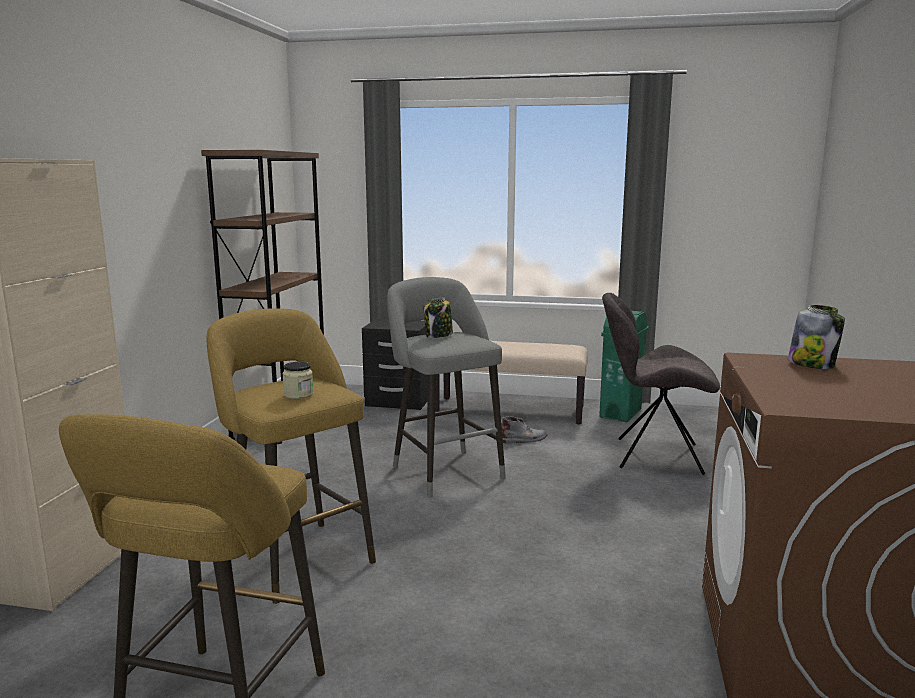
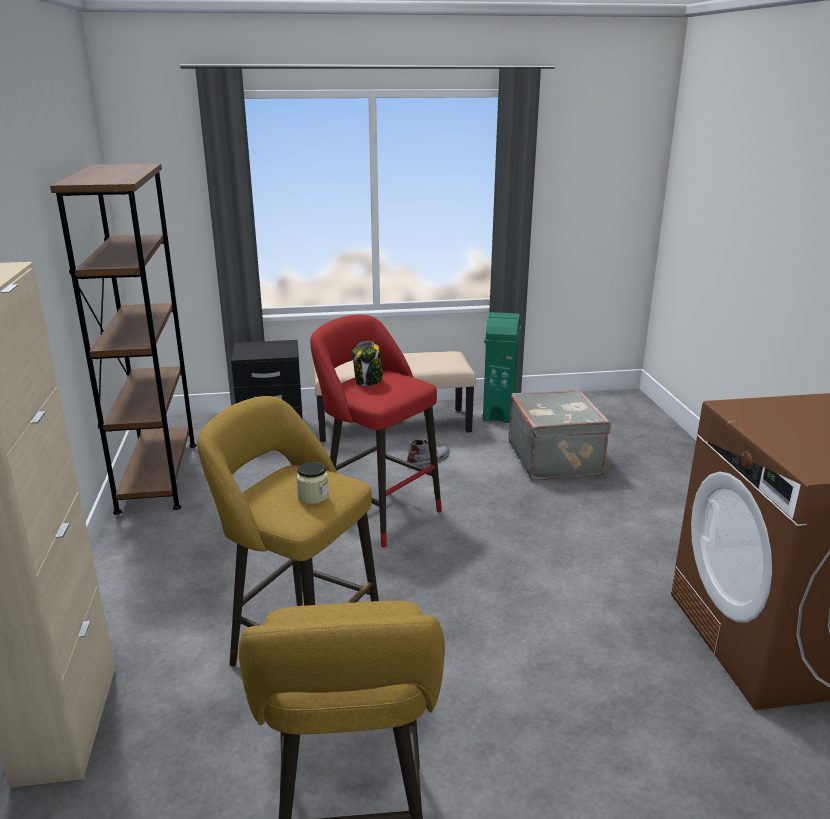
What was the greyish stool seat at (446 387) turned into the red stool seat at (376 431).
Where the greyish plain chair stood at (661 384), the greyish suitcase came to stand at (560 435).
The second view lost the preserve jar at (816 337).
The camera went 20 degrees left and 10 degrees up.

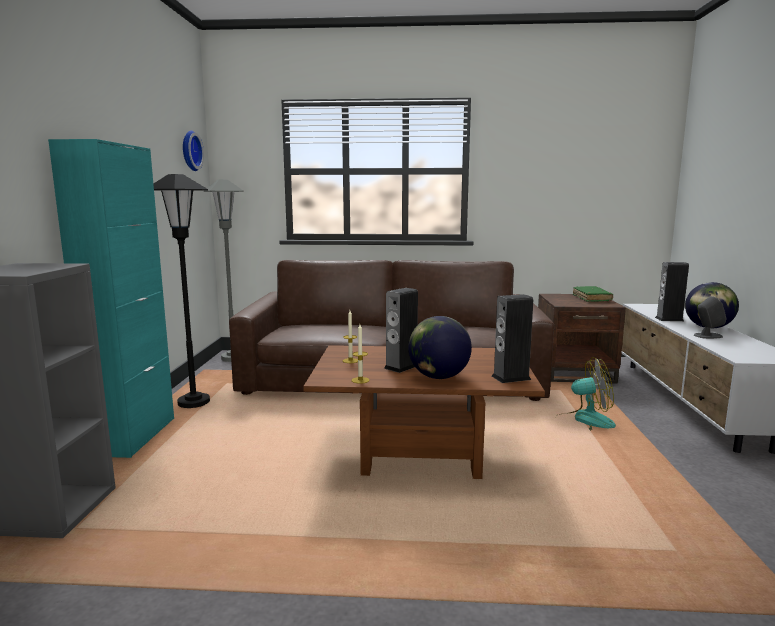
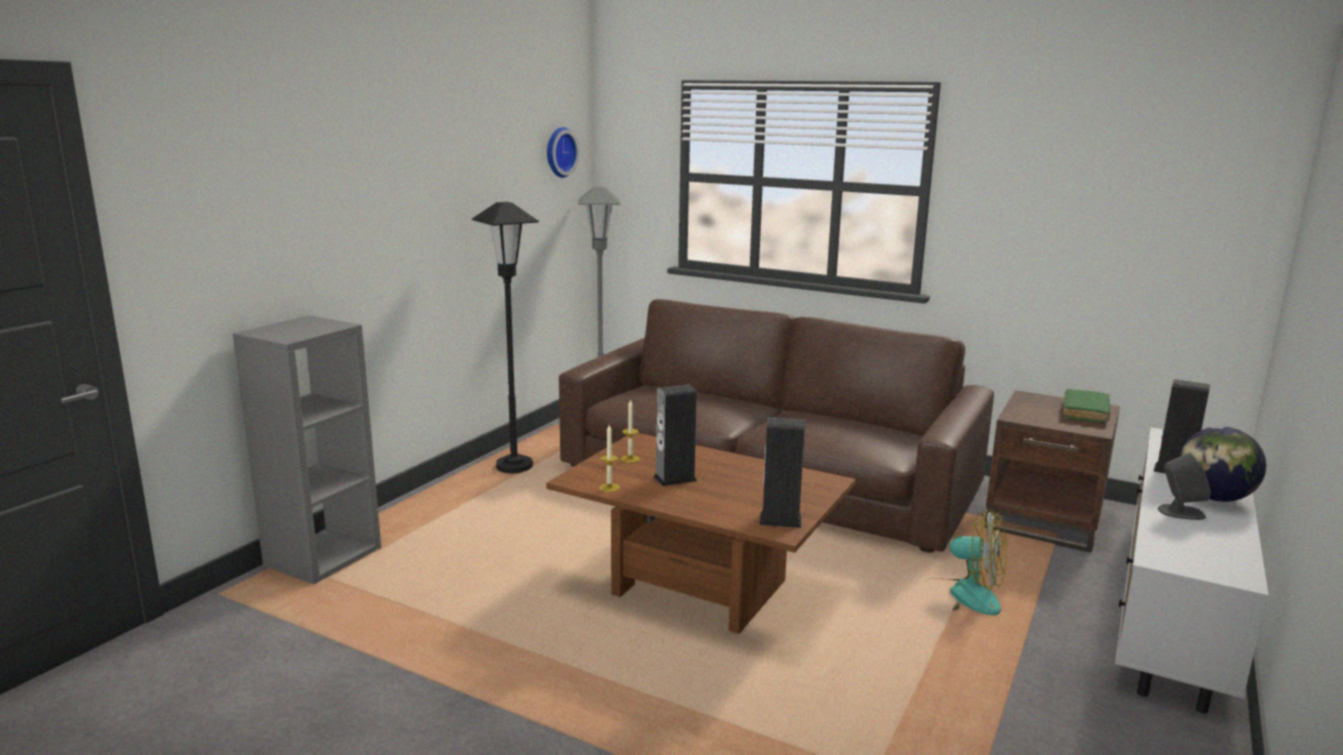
The second view lost the blue-green cabinet at (111 298).
The second view lost the world globe at (440 347).
The camera went 25 degrees right and 5 degrees up.

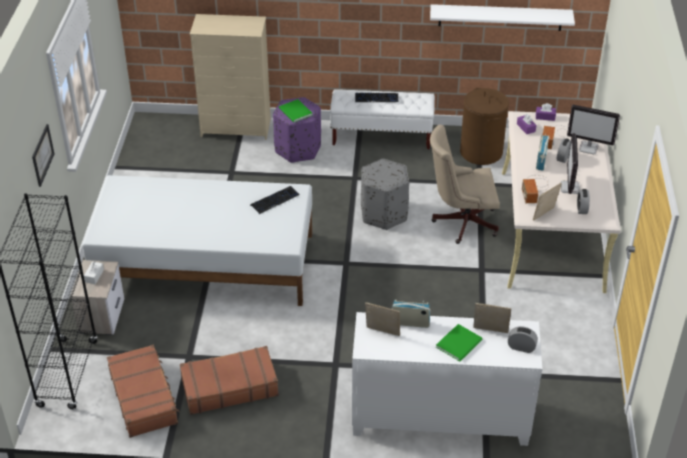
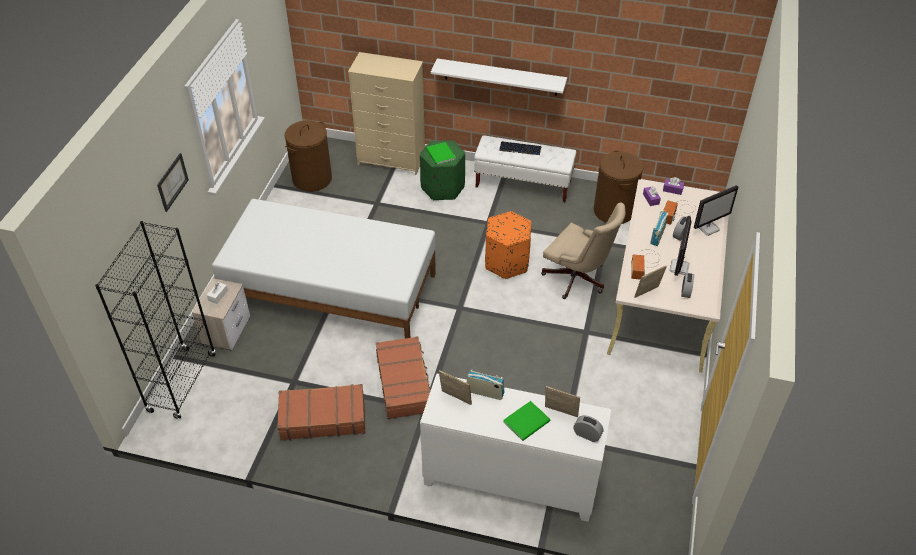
The brown-coloured suitcase ended up elsewhere, having gone from (143 391) to (403 377).
The second view lost the computer keyboard at (274 200).
What was the purplish pouffe at (297 130) turned into the greenish pouffe at (442 170).
What was the greyish pouffe at (385 194) turned into the orange pouffe at (508 245).
The whitish wall shelf ended up elsewhere, having gone from (502 17) to (499 77).
The sand-coloured computer chair at (465 184) ended up facing another way, 150 degrees counterclockwise from before.
The computer display at (593 129) ended up facing another way, 60 degrees counterclockwise from before.
The second view gained the brown-coloured laundry basket at (308 156).
The camera went 10 degrees right and 5 degrees up.

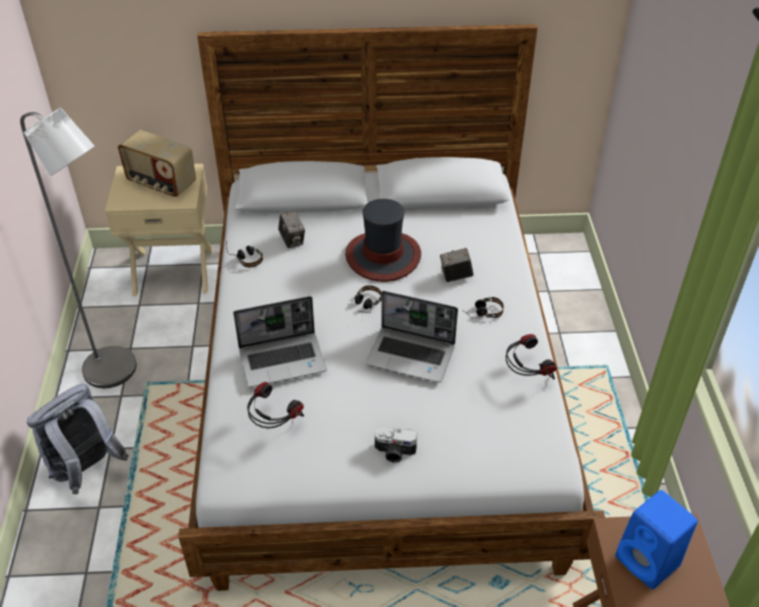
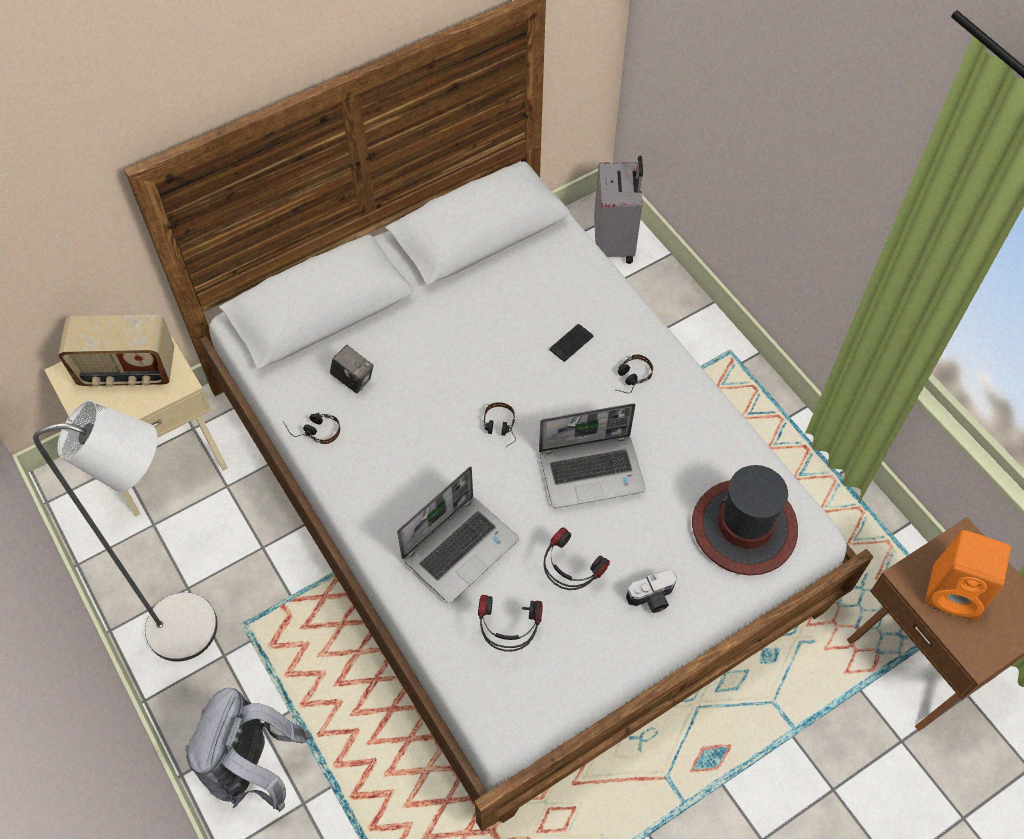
The clothing hat ended up elsewhere, having gone from (383 240) to (745 520).
Where the photo camera stood at (456 265), the telephone came to stand at (571 343).
The headset ended up elsewhere, having gone from (531 356) to (576 558).
What was the blue-coloured speaker at (656 539) turned into the orange speaker at (968 575).
The second view gained the greyish suitcase at (618 210).
The camera went 30 degrees left and 15 degrees up.

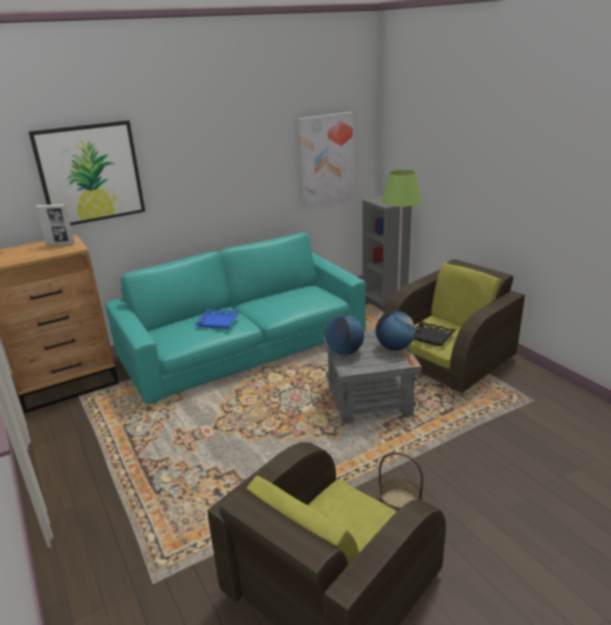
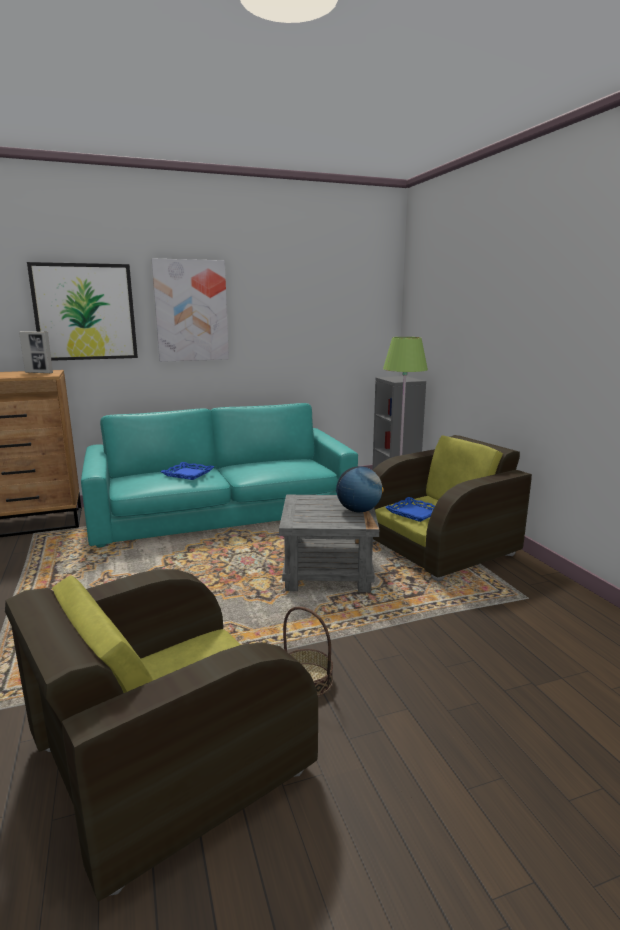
The picture ended up elsewhere, having gone from (325 159) to (190 310).
The second view lost the world globe at (344 335).
What was the black carrying tray at (434 333) turned into the blue-coloured carrying tray at (410 509).
The camera went 10 degrees right and 10 degrees down.

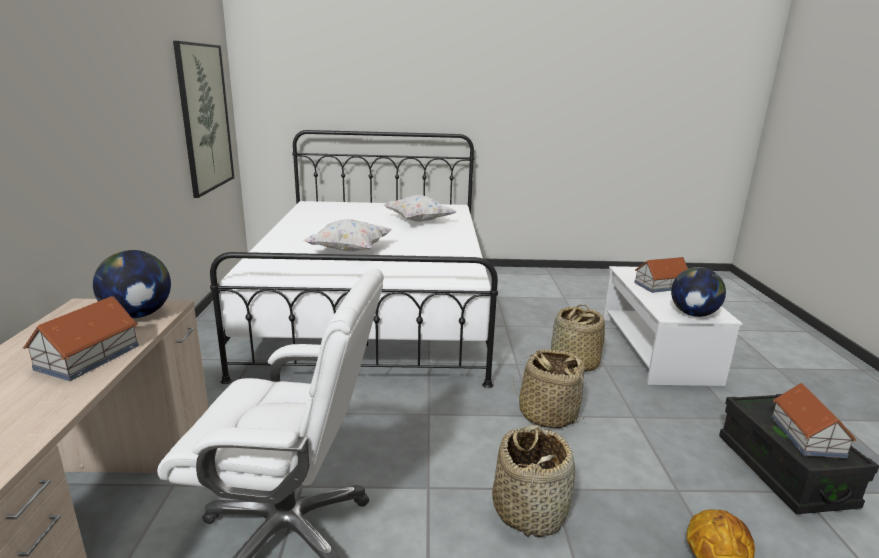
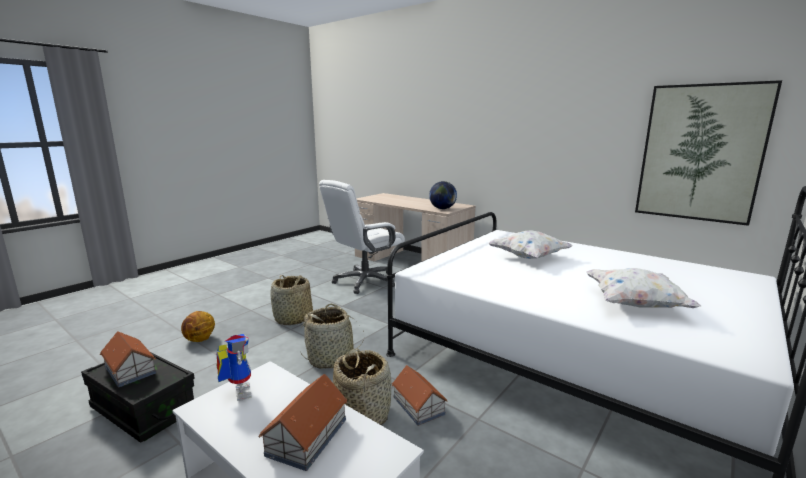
The toy house ended up elsewhere, having gone from (81 338) to (419 395).
Where the world globe stood at (698 292), the robot figure came to stand at (234 367).
The camera went 130 degrees right and 5 degrees down.

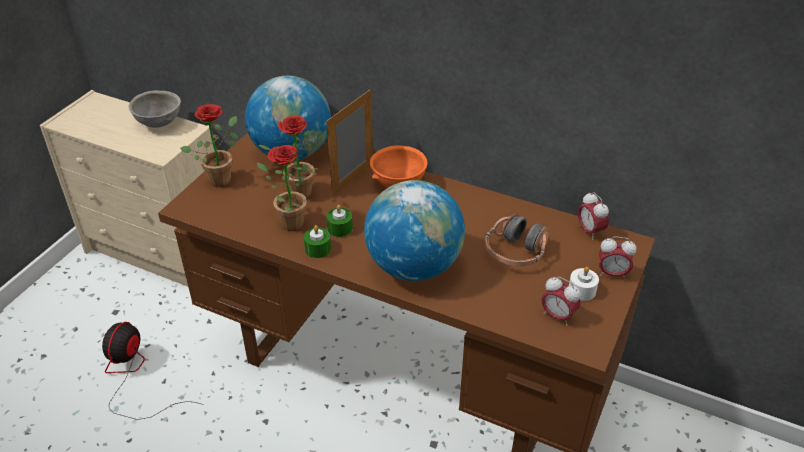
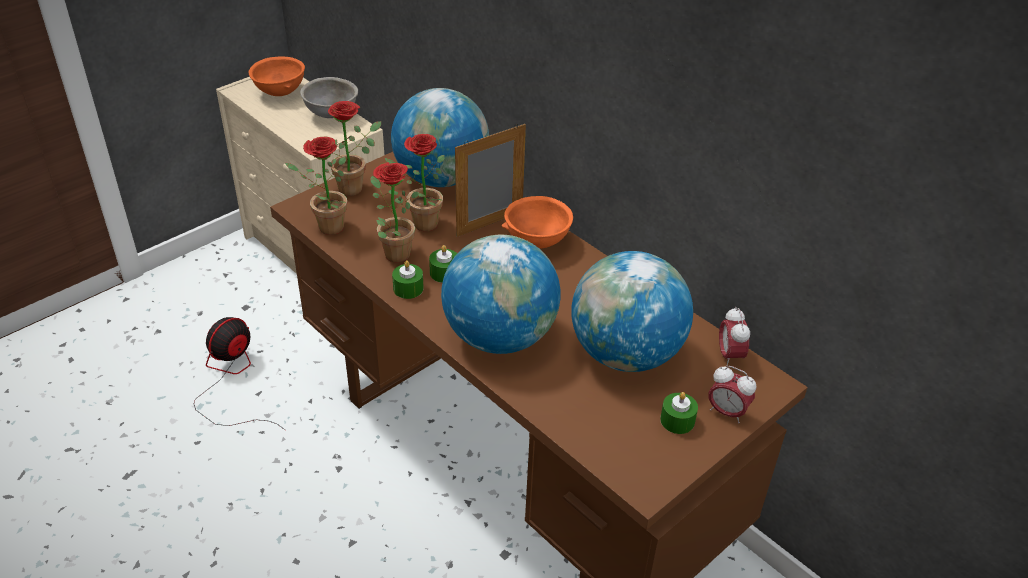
Where the headset stood at (517 239), the world globe came to stand at (632 311).
The second view lost the alarm clock at (561 301).
What was the whitish wax light at (584 284) turned into the greenish wax light at (679 413).
The second view gained the orange deep dish at (277 76).
The second view gained the plant in a pot at (316 186).
The camera went 20 degrees right and 0 degrees up.

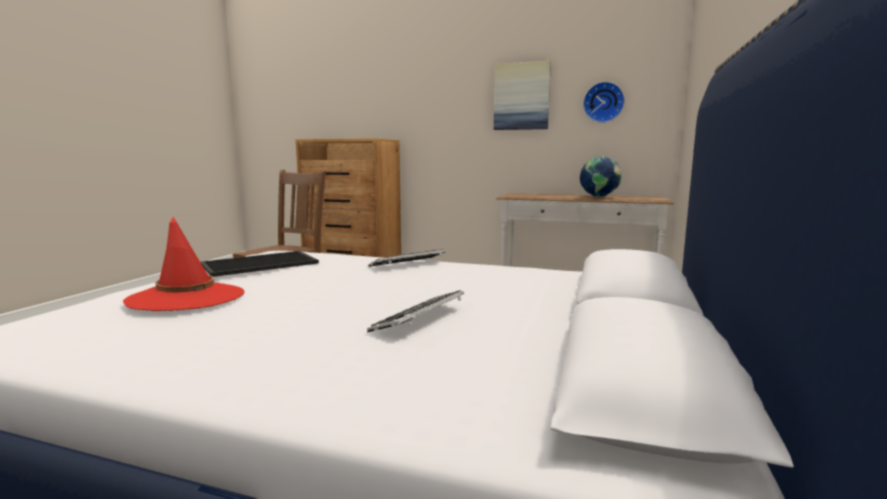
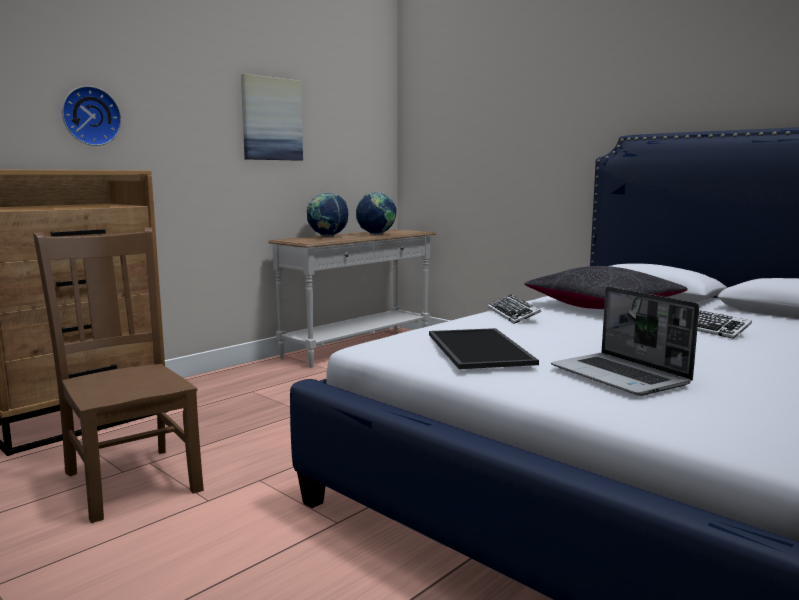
Where the red clothing hat stood at (184 264), the laptop came to stand at (625 341).
The wall clock ended up elsewhere, having gone from (604 102) to (92 116).
The second view gained the world globe at (327 214).
The second view gained the black throw pillow at (606 287).
The camera went 65 degrees left and 0 degrees up.

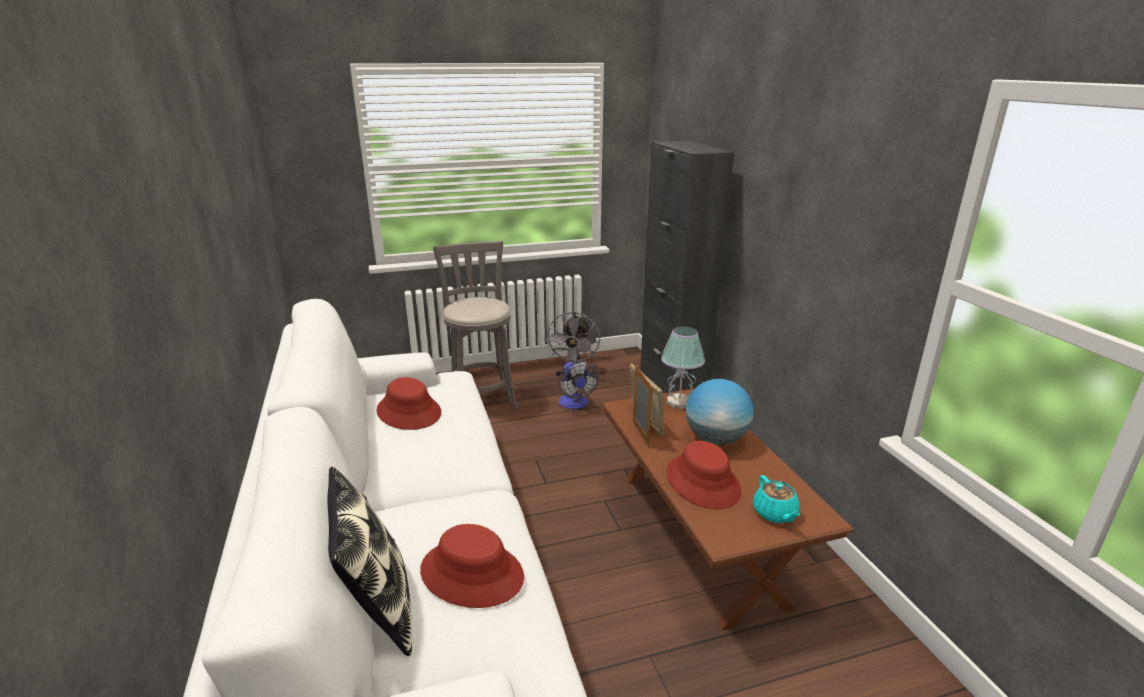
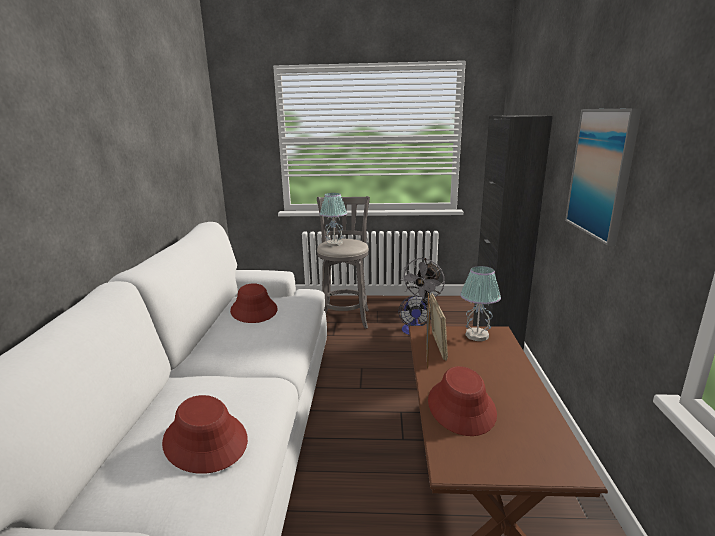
The second view lost the throw pillow at (369 561).
The second view lost the world globe at (719 412).
The second view lost the blue-green pot for tea at (776 499).
The second view gained the lamp for a table at (333 219).
The second view gained the picture at (603 177).
The camera went 20 degrees right and 5 degrees down.

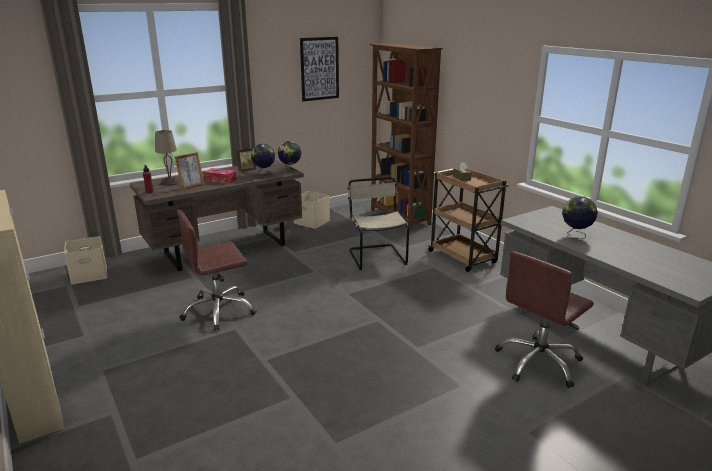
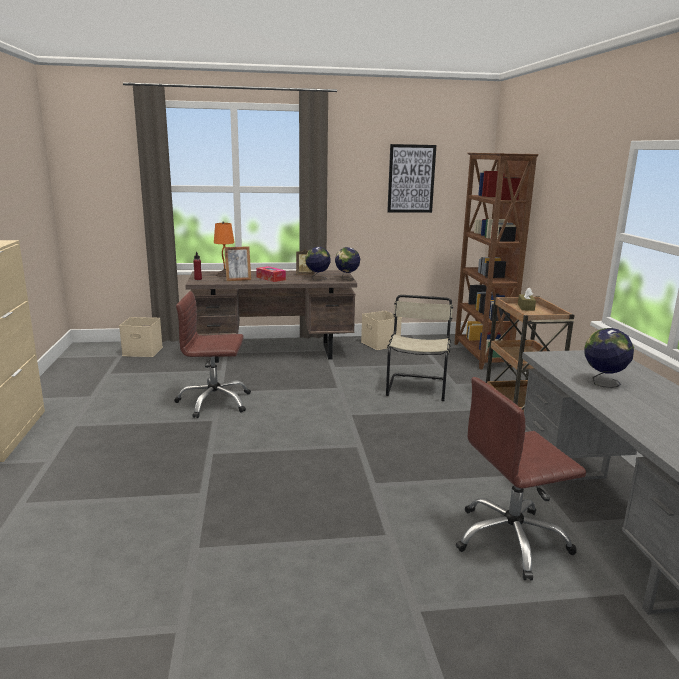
What was the sand-coloured lamp for a table at (167 158) turned into the orange lamp for a table at (224 249).
The camera went 25 degrees right and 5 degrees down.

